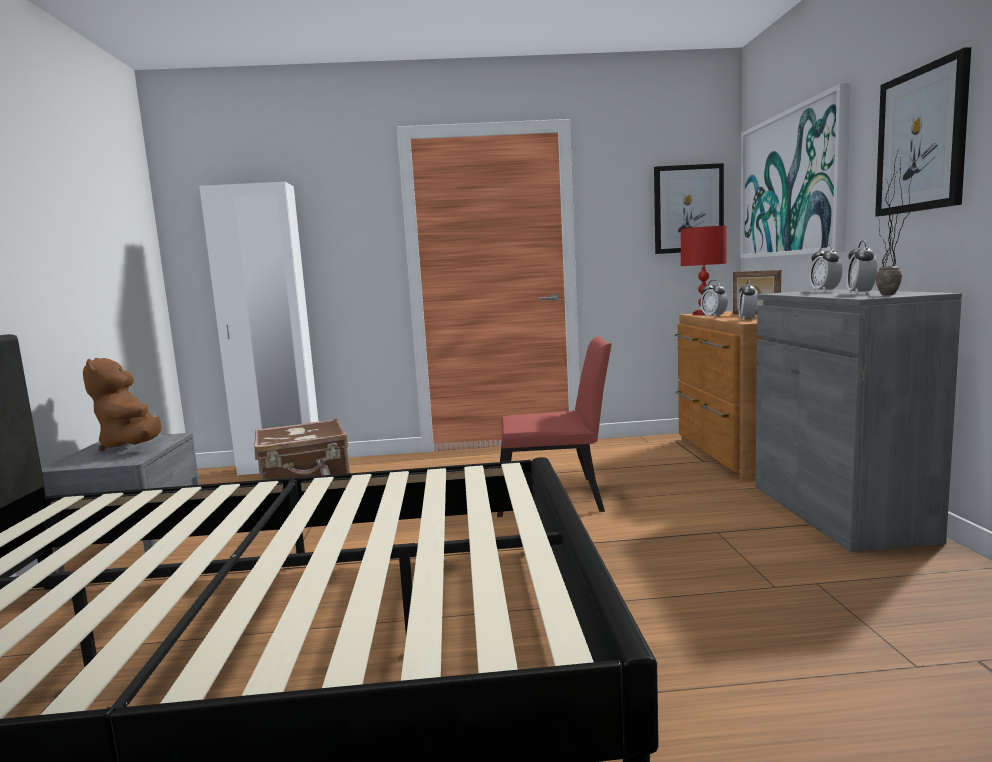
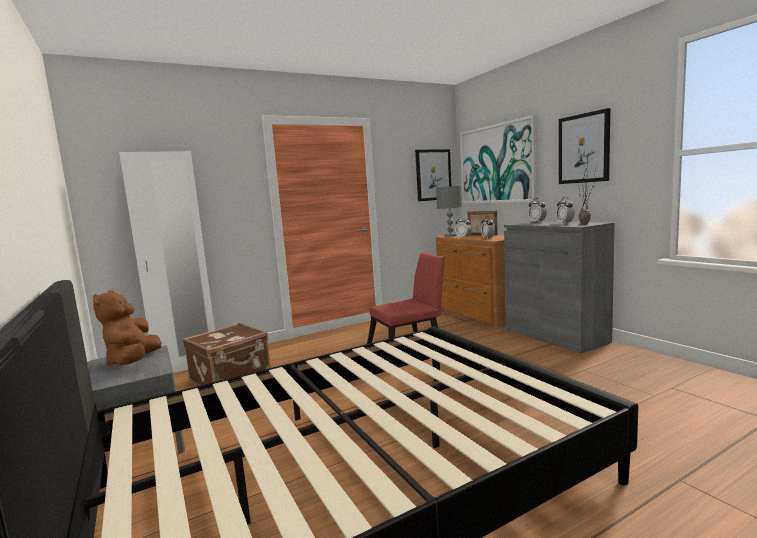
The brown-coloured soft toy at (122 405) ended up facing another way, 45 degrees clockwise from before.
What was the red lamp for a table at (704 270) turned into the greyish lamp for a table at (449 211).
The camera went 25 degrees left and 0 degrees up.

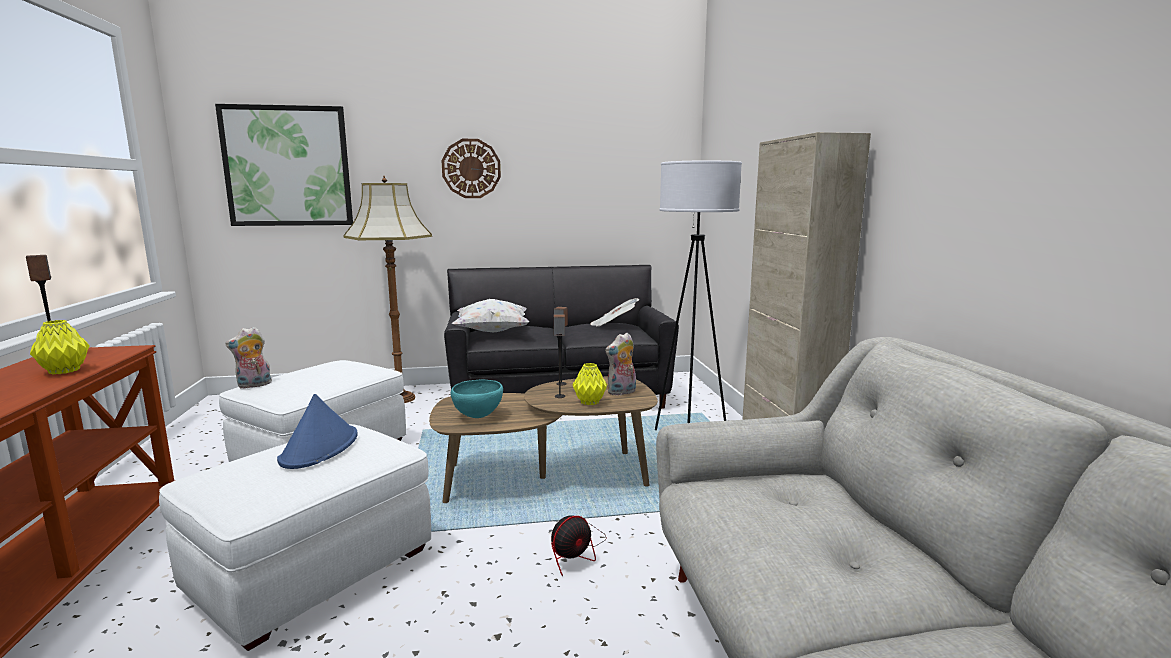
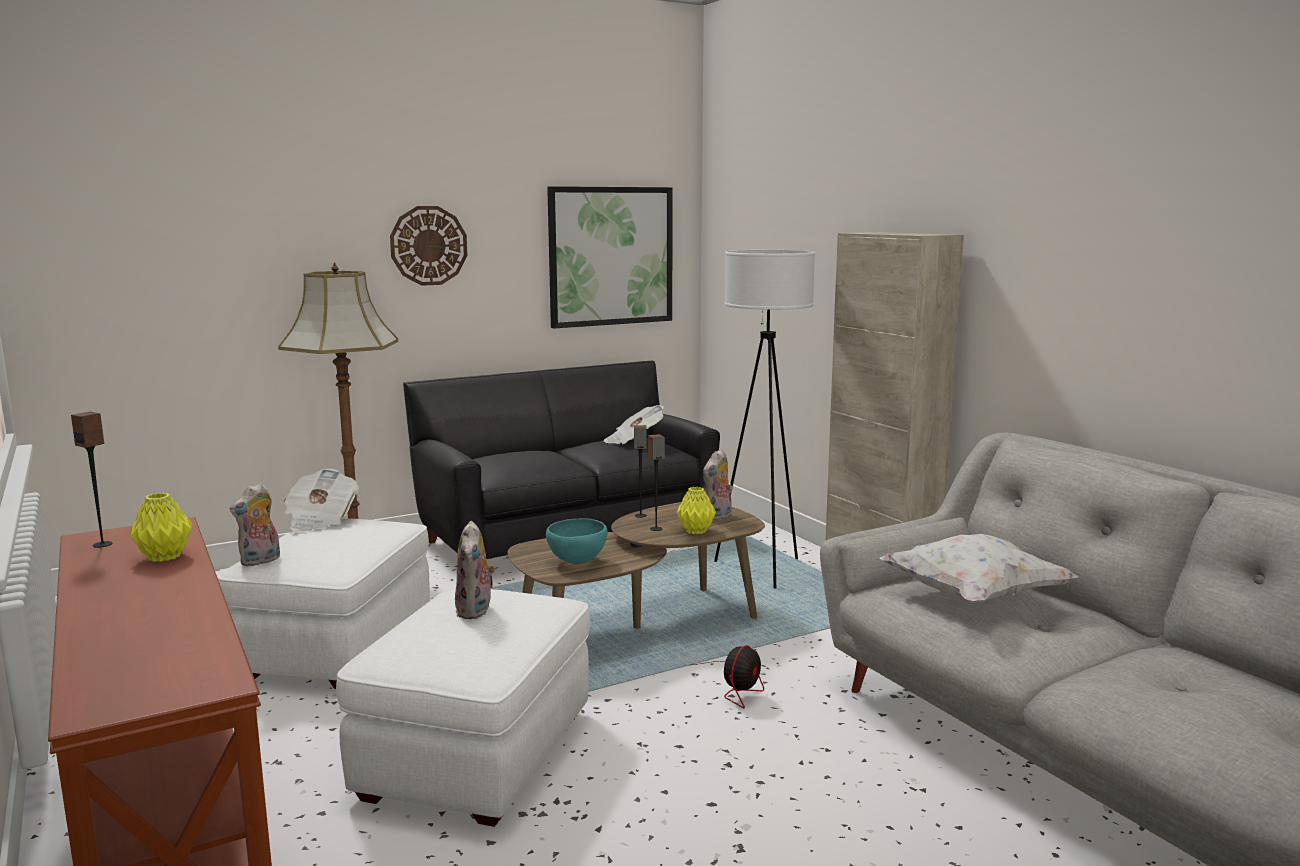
The picture ended up elsewhere, having gone from (284 165) to (610 257).
Where the blue-coloured clothing hat stood at (317 431), the soft toy came to stand at (475 570).
The whitish throw pillow ended up elsewhere, having gone from (490 315) to (979 569).
The second view gained the daily paper at (321 500).
The camera went 20 degrees left and 0 degrees up.

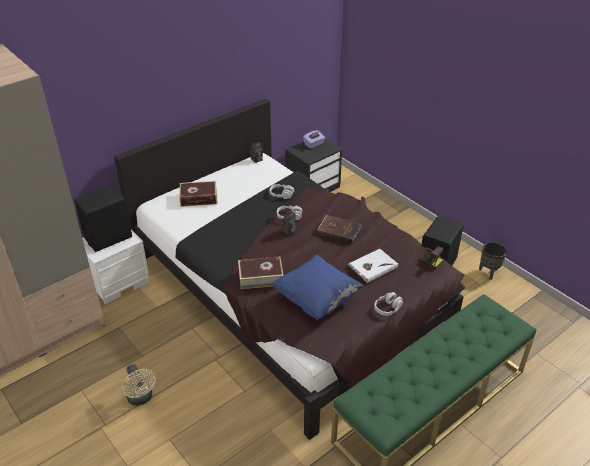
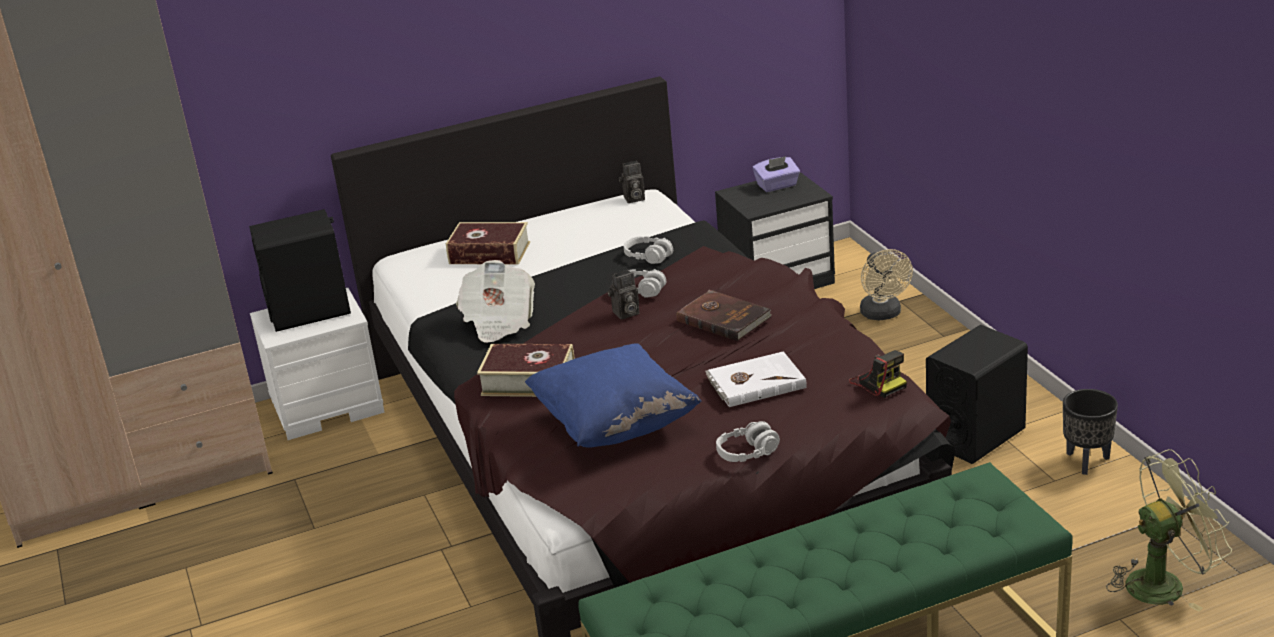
The sand-coloured cooling fan ended up elsewhere, having gone from (139 385) to (886 284).
The second view gained the daily paper at (495 301).
The second view gained the greenish cooling fan at (1169 530).
The camera went 20 degrees right and 10 degrees down.

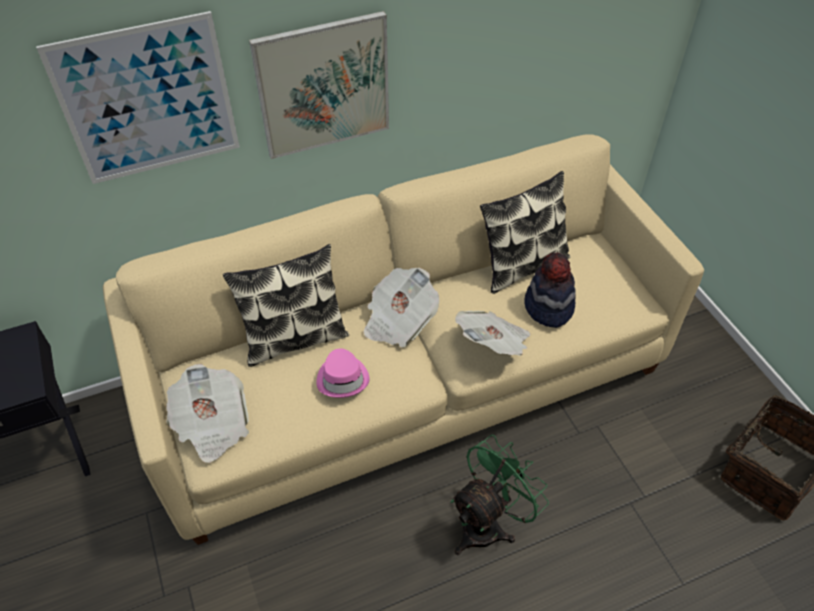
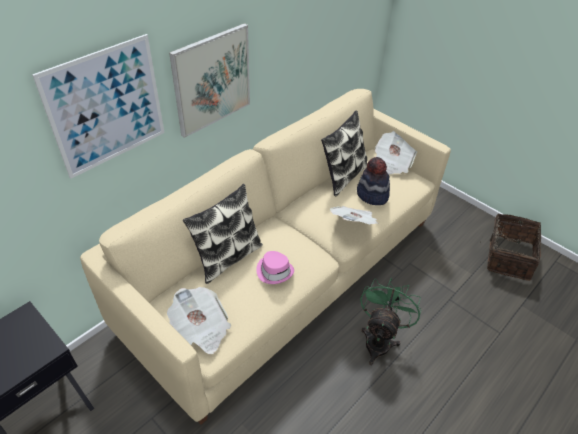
The daily paper ended up elsewhere, having gone from (401 307) to (396 153).
The camera went 25 degrees left and 5 degrees down.

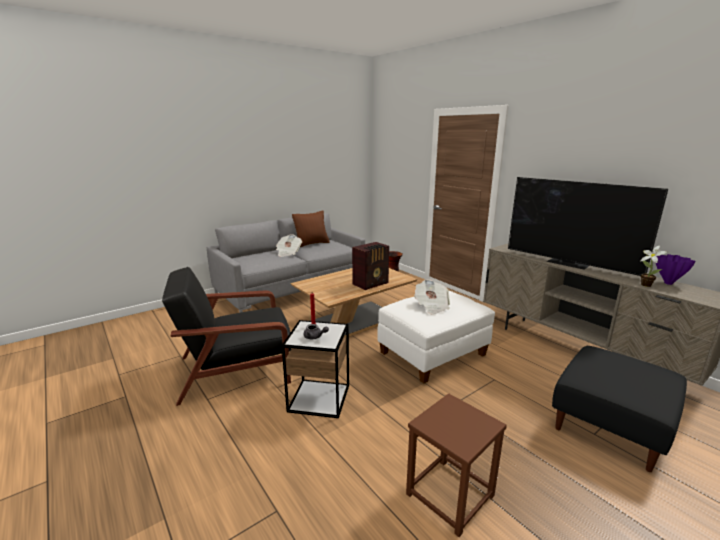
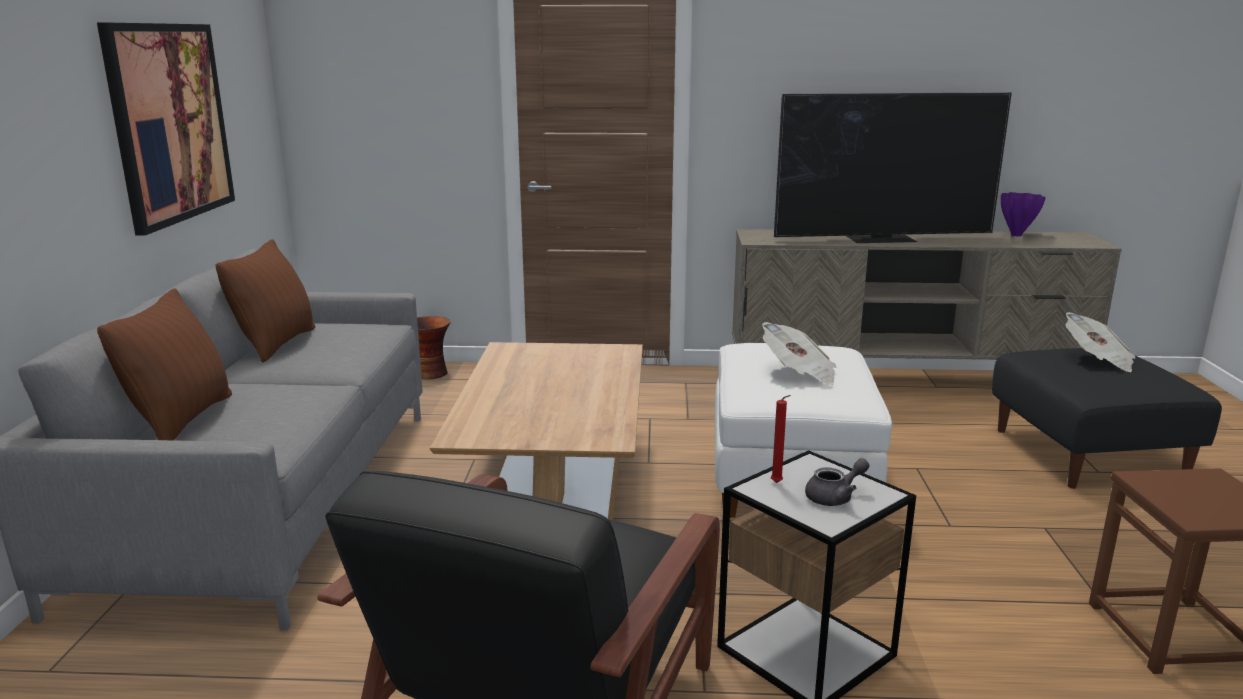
The daily paper ended up elsewhere, having gone from (289 245) to (1100 342).
The second view lost the radio at (370 266).
The second view lost the plant in a pot at (653 266).
The second view gained the picture at (166 129).
The second view gained the brown-coloured throw pillow at (164 364).
The camera went 50 degrees left and 0 degrees up.

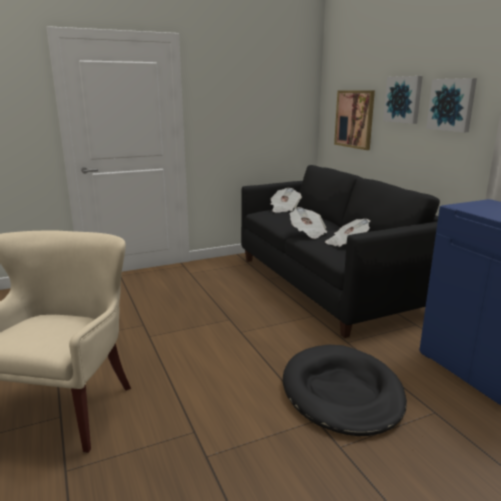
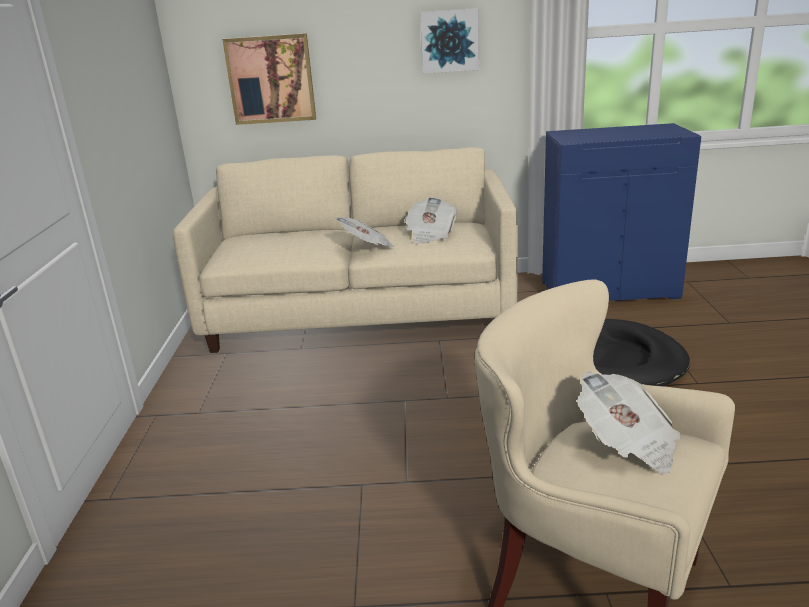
What was the black settee at (340 251) turned into the sand-coloured settee at (345 250).
The daily paper ended up elsewhere, having gone from (286 200) to (629 422).
The second view lost the picture at (403 100).
The camera went 65 degrees left and 5 degrees up.

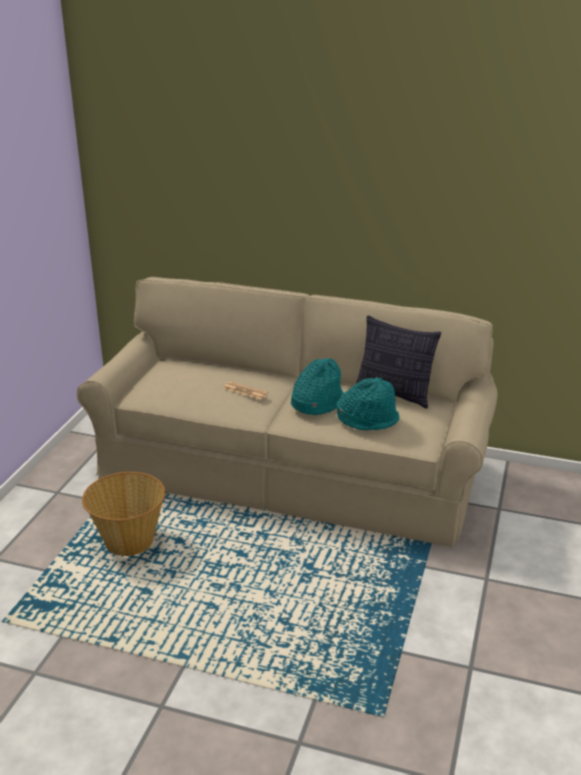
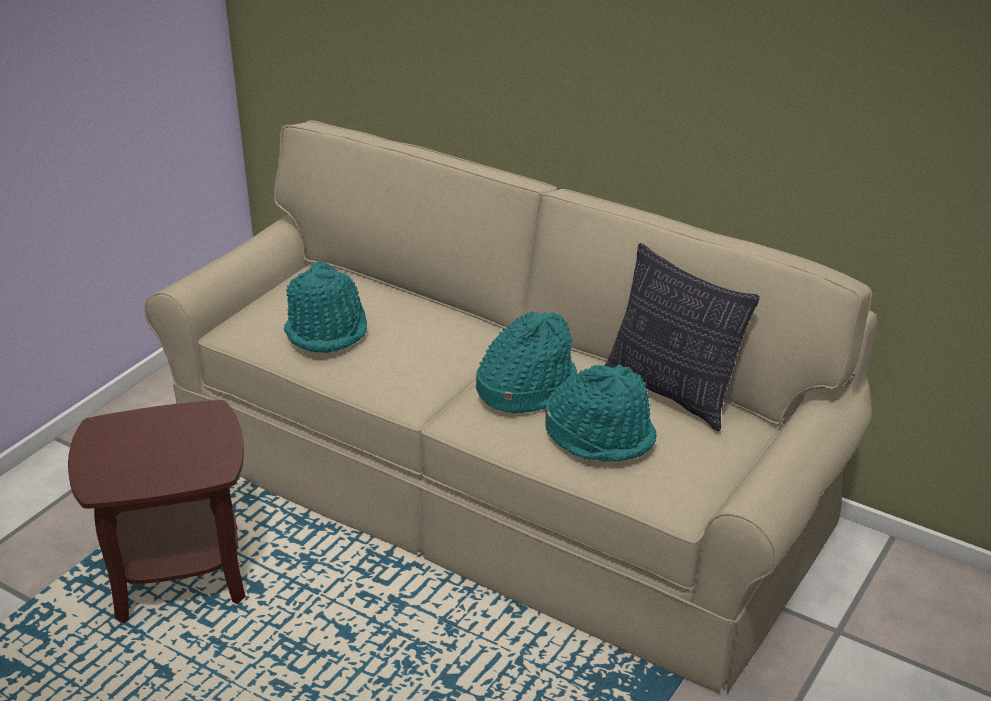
Where the household basket stood at (123 514), the brown-coloured accent table came to stand at (157 511).
The second view lost the daily paper at (245 390).
The second view gained the blue-green clothing hat at (325 307).
The camera went 15 degrees right and 5 degrees up.

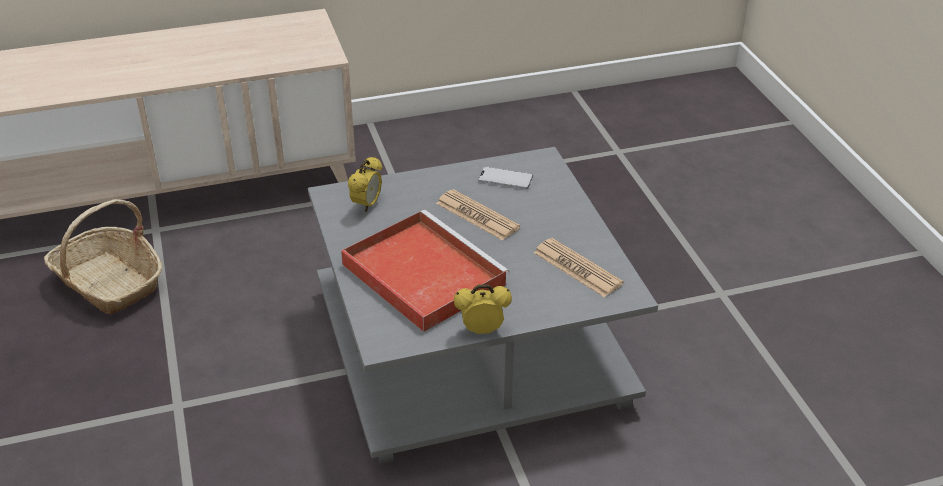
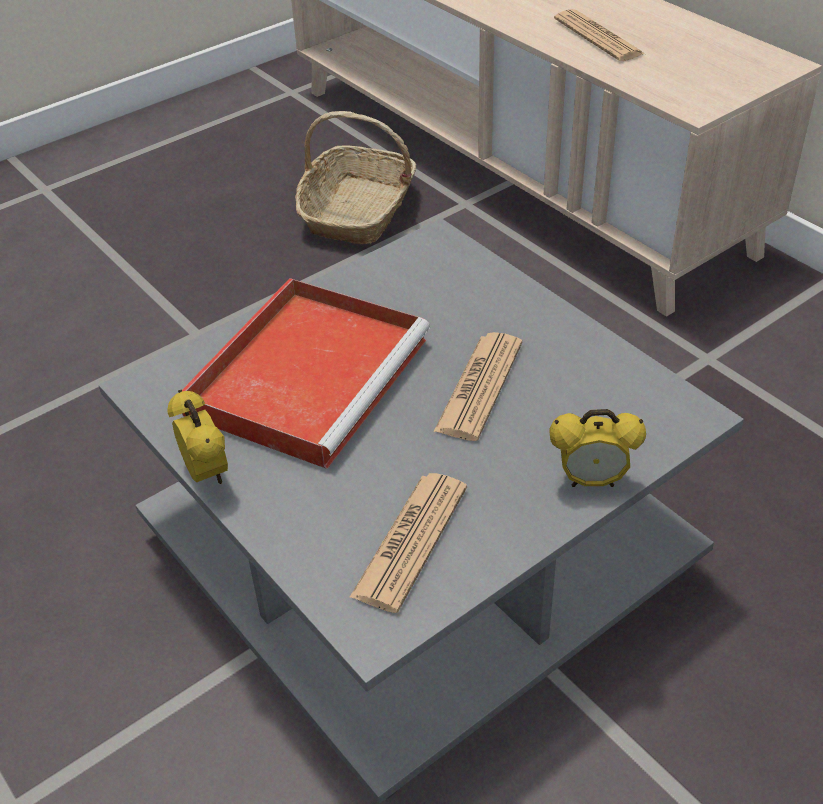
The alarm clock ended up elsewhere, having gone from (365 184) to (597 448).
The second view lost the telephone at (506 178).
The second view gained the daily paper at (599 35).
The camera went 70 degrees right and 5 degrees up.

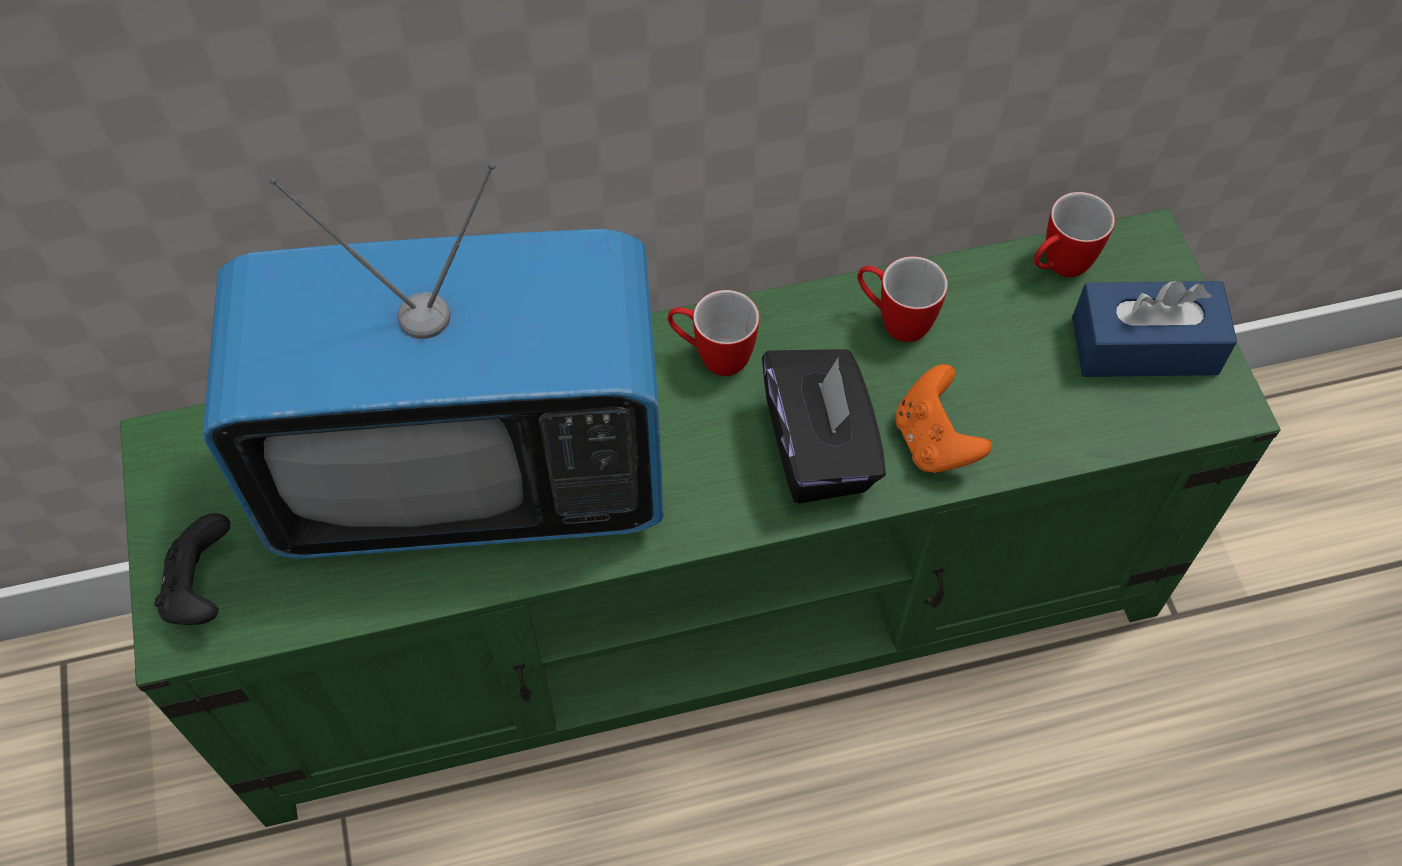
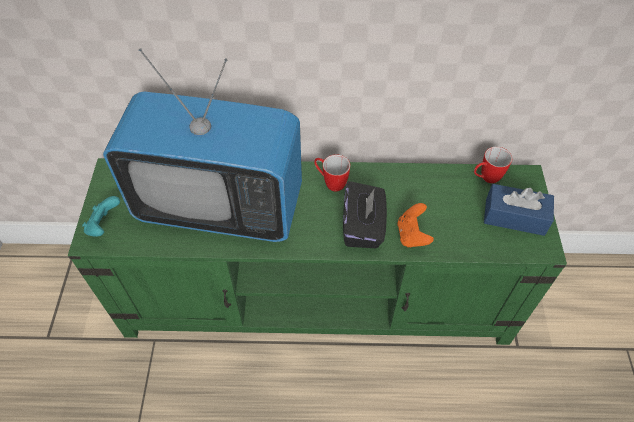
What was the black joypad at (192 569) turned into the blue-green joypad at (101 216).
The second view lost the coffee mug at (903 299).
The camera went 15 degrees right and 5 degrees down.

